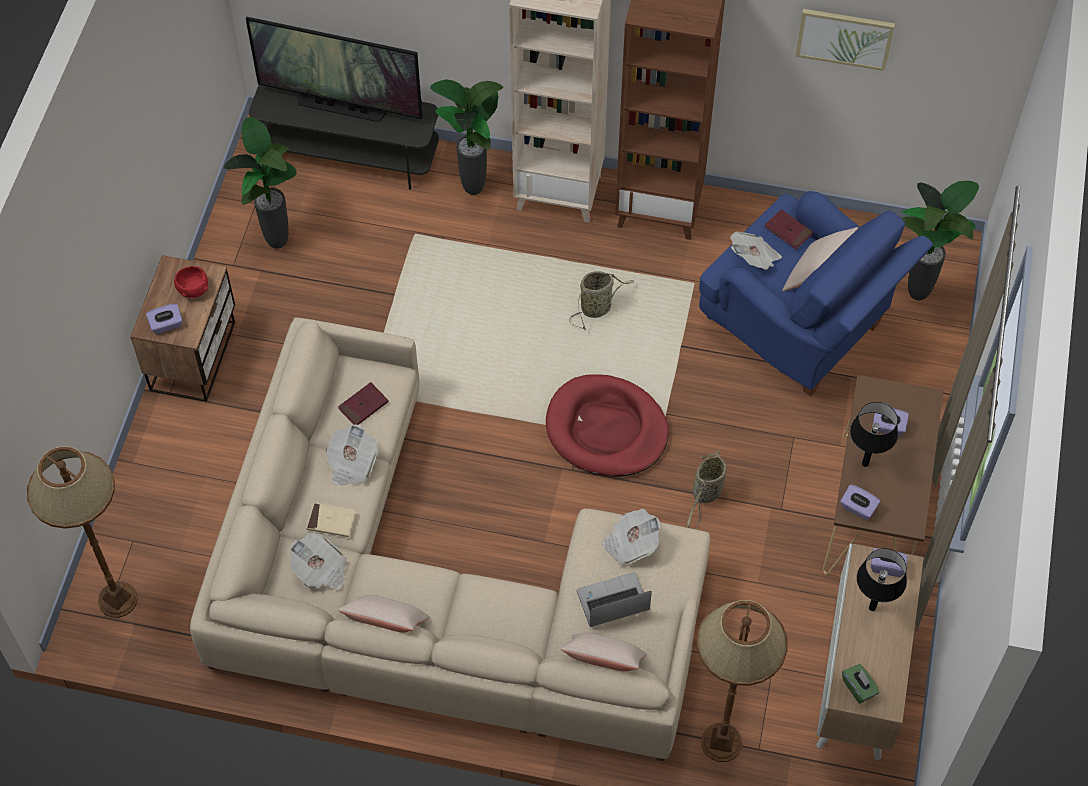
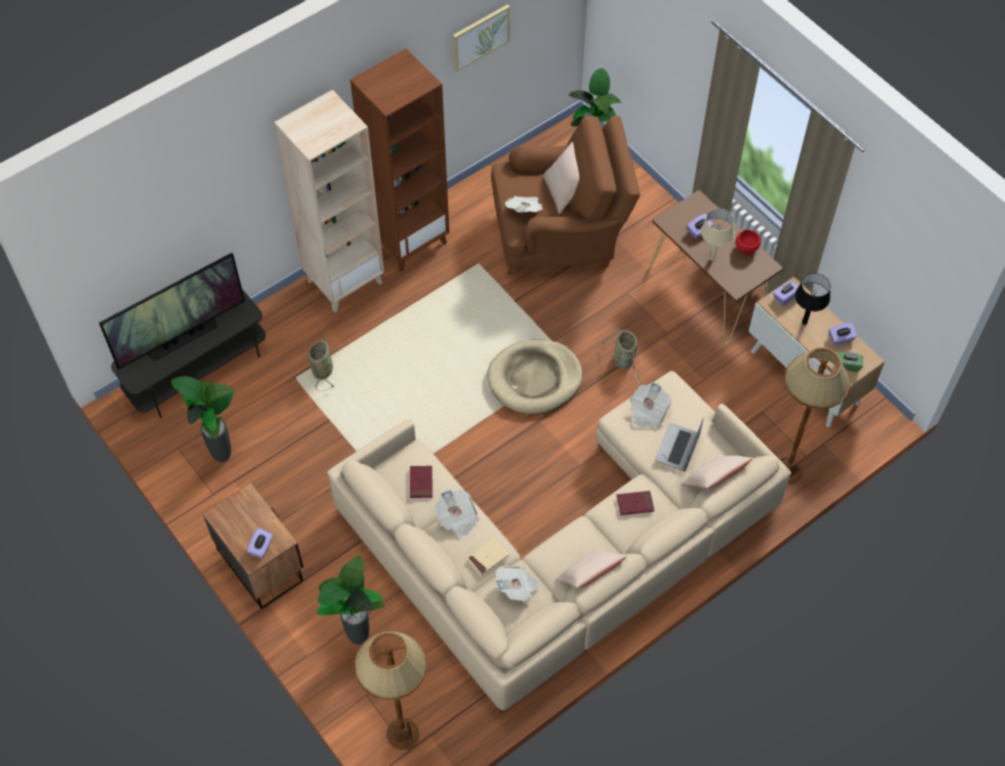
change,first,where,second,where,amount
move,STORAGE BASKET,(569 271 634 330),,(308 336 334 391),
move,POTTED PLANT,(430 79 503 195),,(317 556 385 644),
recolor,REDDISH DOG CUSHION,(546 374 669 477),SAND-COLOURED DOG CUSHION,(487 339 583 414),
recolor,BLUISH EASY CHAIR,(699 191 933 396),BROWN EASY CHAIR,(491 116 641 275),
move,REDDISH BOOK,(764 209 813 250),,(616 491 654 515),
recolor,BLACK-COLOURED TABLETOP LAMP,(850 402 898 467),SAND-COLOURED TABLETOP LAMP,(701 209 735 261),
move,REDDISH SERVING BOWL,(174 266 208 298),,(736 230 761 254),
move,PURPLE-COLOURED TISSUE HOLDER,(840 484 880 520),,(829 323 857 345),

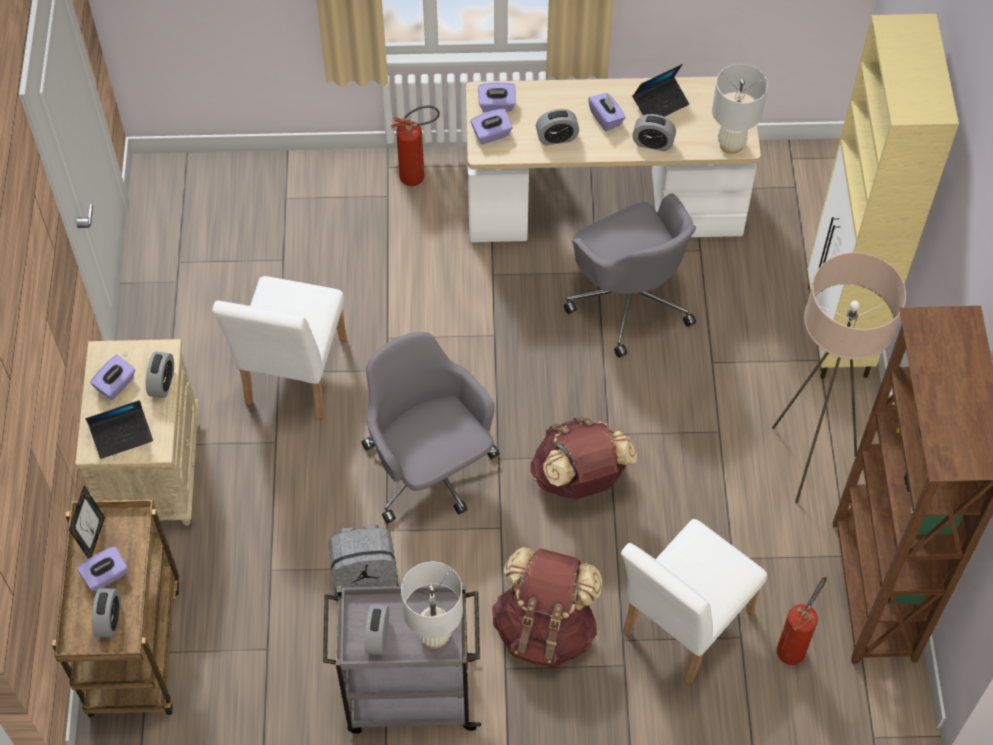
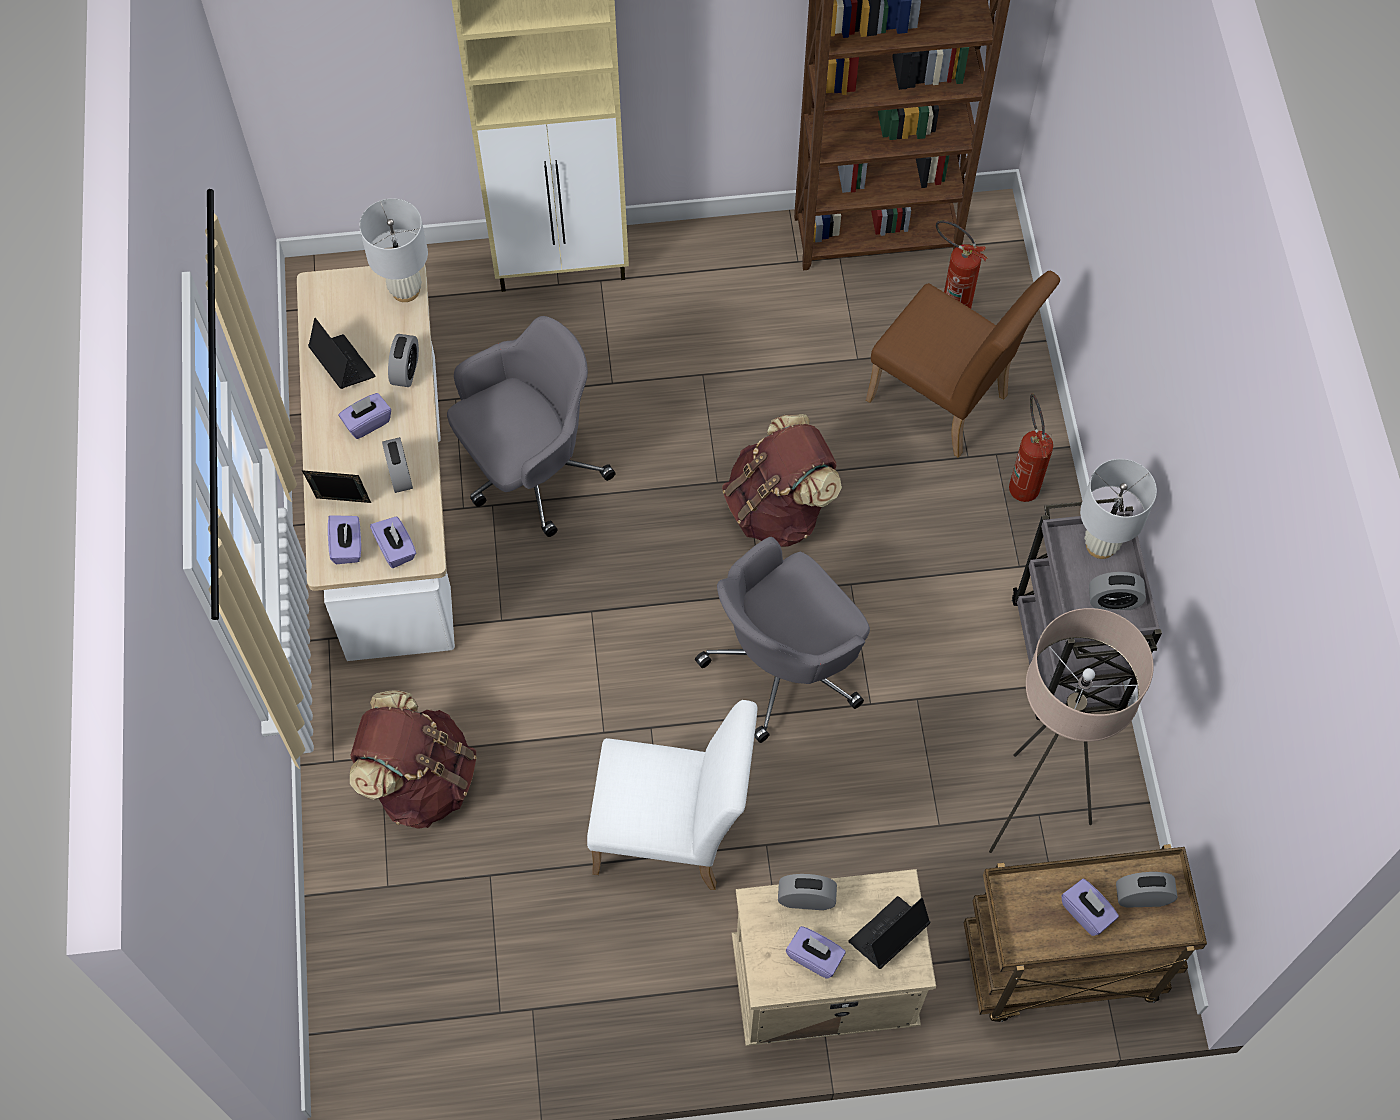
change,first,where,second,where,amount
move,PHOTO FRAME,(69 485 105 559),,(302 470 371 503),
move,BROWN KNAPSACK,(492 547 602 668),,(350 690 477 829),
rotate,NOTEBOOK COMPUTER,(86 400 153 459),,(848 896 930 969),105 degrees counterclockwise
recolor,WHITISH UPRIGHT CHAIR,(621 519 767 685),BROWN UPRIGHT CHAIR,(866 271 1060 458),
move,SAND-COLOURED FLOOR LAMP,(772 253 906 503),,(989 608 1154 853),
move,EXTINGUISHER,(391 106 440 186),,(1009 393 1053 502),
delete,GREYISH KNAPSACK,(328 525 399 603),,,

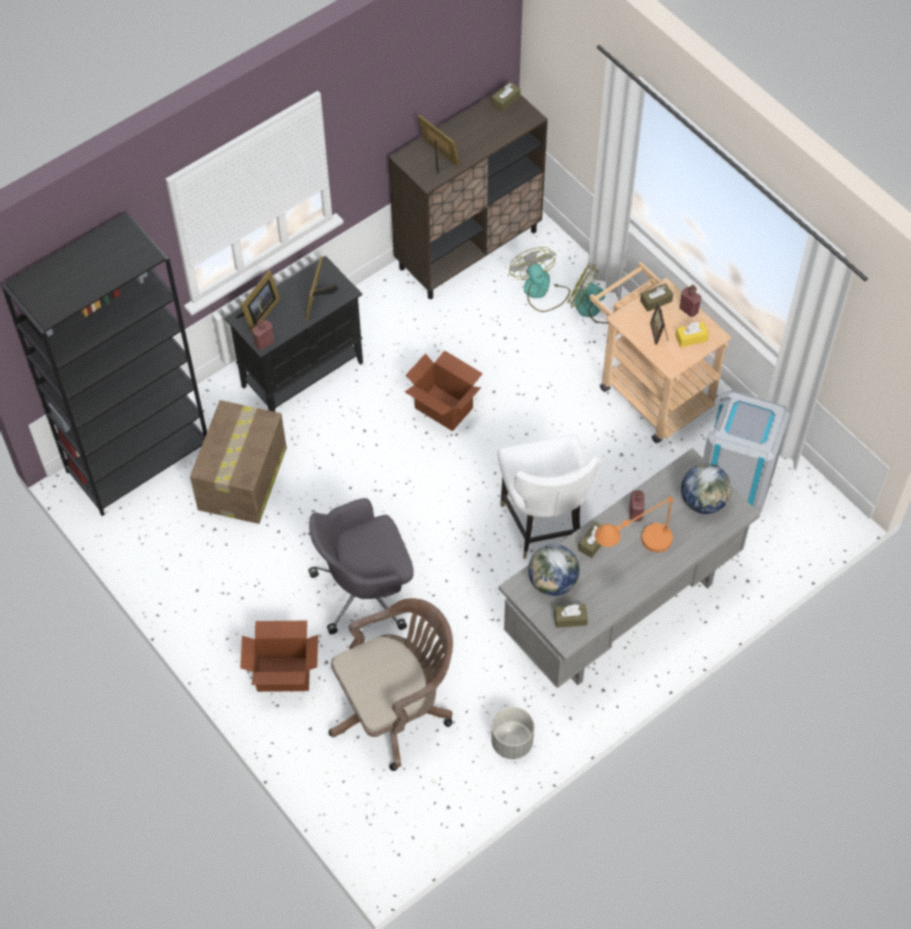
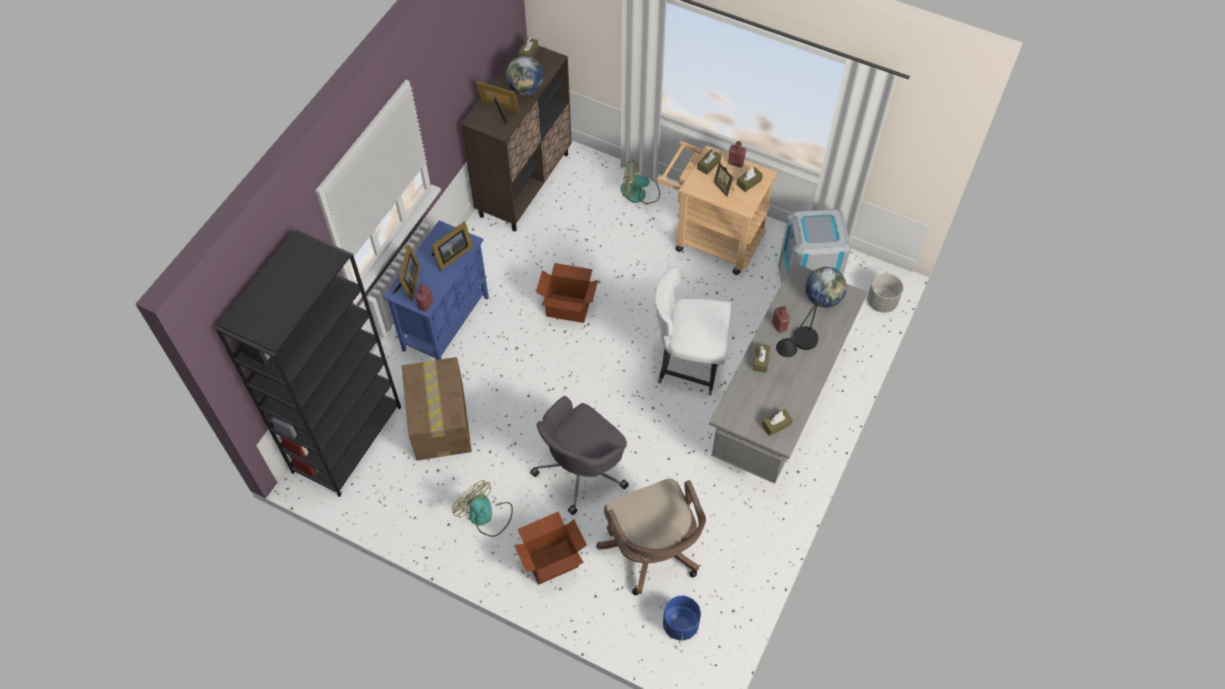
change,first,where,second,where,amount
recolor,BLACK-COLOURED CUPBOARD,(225 256 363 412),BLUISH CUPBOARD,(383 220 489 360),
rotate,PHOTO FRAME,(305 256 338 321),,(431 221 473 271),120 degrees counterclockwise
move,COOLING FAN,(509 247 570 312),,(452 480 513 537),
move,DESK GLOBE,(528 544 580 596),,(506 56 544 96),
rotate,BROWN COMPUTER CHAIR,(328 598 453 771),,(597 479 706 595),120 degrees clockwise
rotate,WHITISH UPRIGHT CHAIR,(497 434 599 559),,(655 266 731 395),135 degrees clockwise
insert,,,BLUISH PLANT POT,(663 596 701 641),
recolor,YELLOW TISSUE HOLDER,(675 322 709 347),BROWN TISSUE HOLDER,(737 167 763 192),
recolor,ORANGE TABLETOP LAMP,(595 496 674 552),BLACK-COLOURED TABLETOP LAMP,(776 300 820 357),
move,GREYISH PLANT POT,(491 707 534 759),,(867 273 903 313),

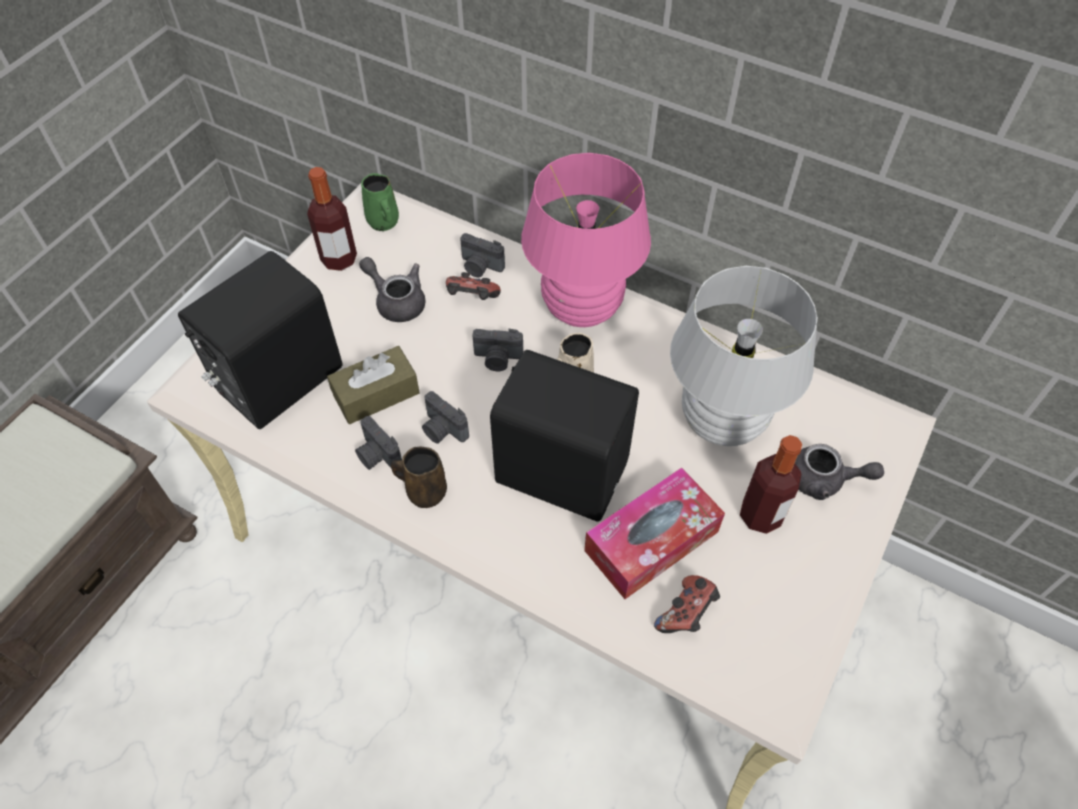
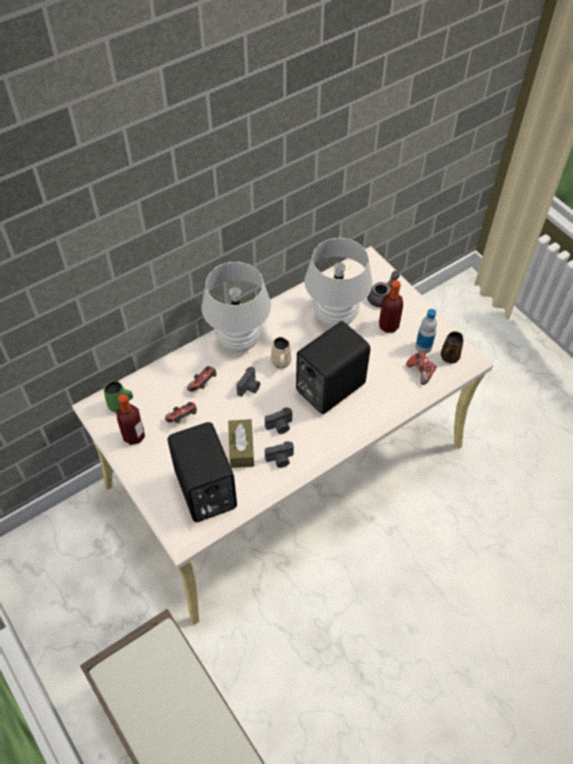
change,first,where,second,where,amount
replace,GREYISH TEAPOT,(359 257 426 322),JOYPAD,(165 402 197 423),
recolor,PINKISH TABLETOP LAMP,(521 153 651 327),WHITISH TABLETOP LAMP,(202 262 271 352),
insert,,,BOTTLE,(415 309 437 353),
move,BROWN COFFEE MUG,(391 447 447 508),,(441 331 463 363),
delete,STILL CAMERA,(460 233 505 277),,,
delete,TISSUE HOLDER,(584 467 725 599),,,

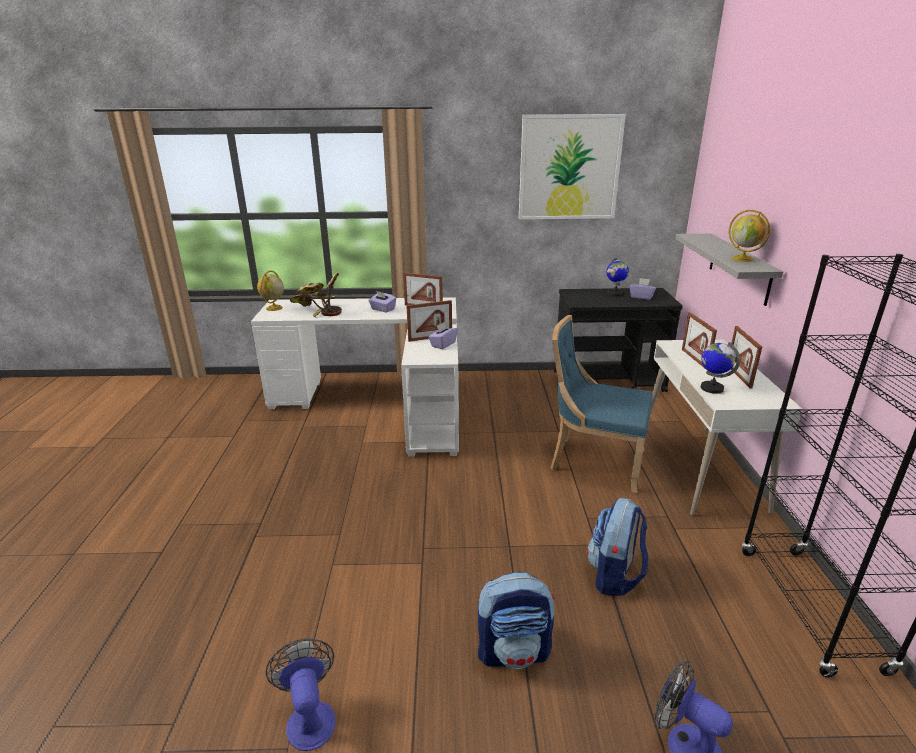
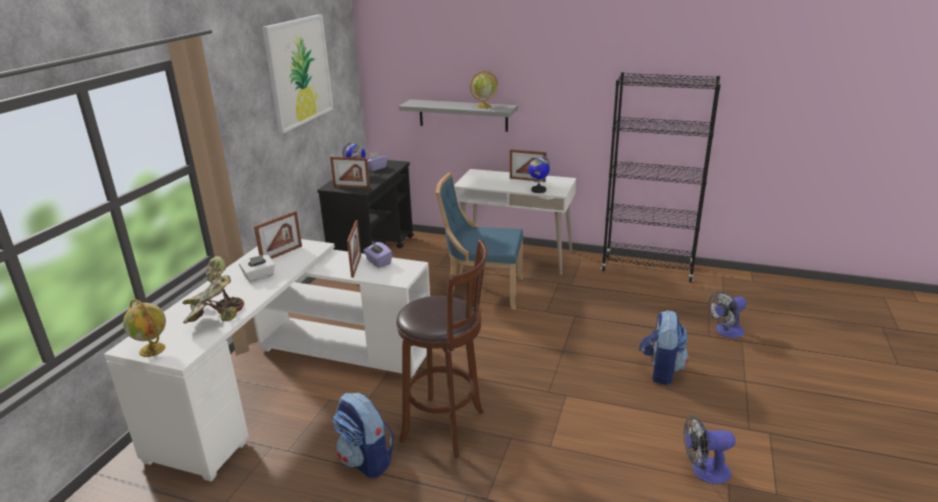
change,first,where,second,where,amount
recolor,PURPLE-COLOURED TISSUE HOLDER,(369 291 396 313),WHITISH TISSUE HOLDER,(239 255 275 282),
move,PHOTO FRAME,(682 312 717 370),,(330 157 370 189),
move,KNAPSACK,(587 498 648 596),,(333 393 394 478),
insert,,,BROWN STOOL,(396 239 487 458),
rotate,BLUISH UPRIGHT CHAIR,(551 315 653 493),,(436 173 523 310),60 degrees clockwise

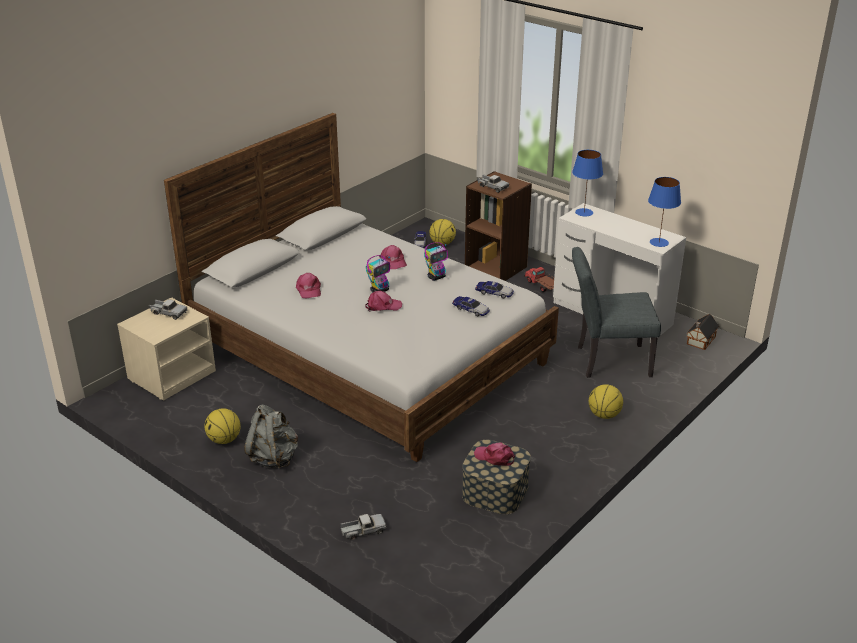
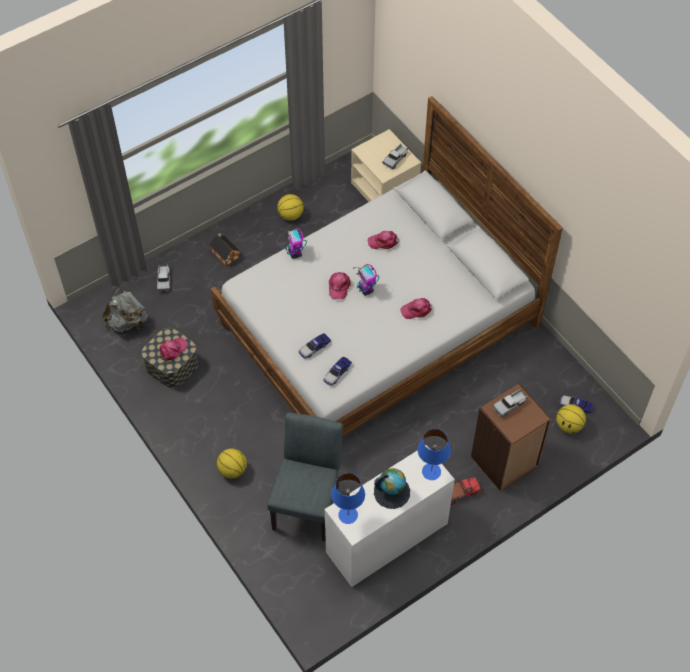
change,first,where,second,where,amount
move,GREYISH KNAPSACK,(244 404 298 469),,(103 288 148 333),
move,TOY HOUSE,(686 314 719 350),,(209 233 240 266),
move,ROBOT FIGURE,(424 242 448 281),,(281 228 307 259),
insert,,,DESK GLOBE,(374 468 410 509),

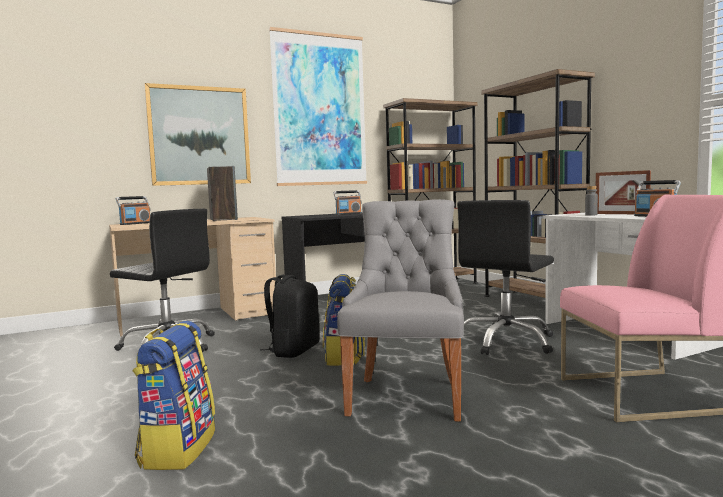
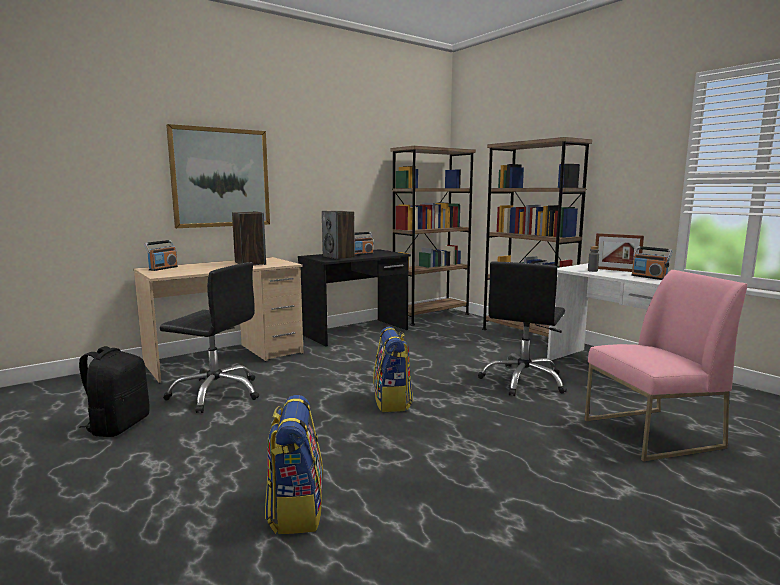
change,first,where,second,where,amount
move,BLACK-COLOURED KNAPSACK,(260 274 320 358),,(79 346 149 437),
insert,,,LOUDSPEAKER,(322 211 355 259),
delete,PICTURE,(269 27 367 186),,,
delete,GREYISH UPRIGHT CHAIR,(337 199 464 422),,,

